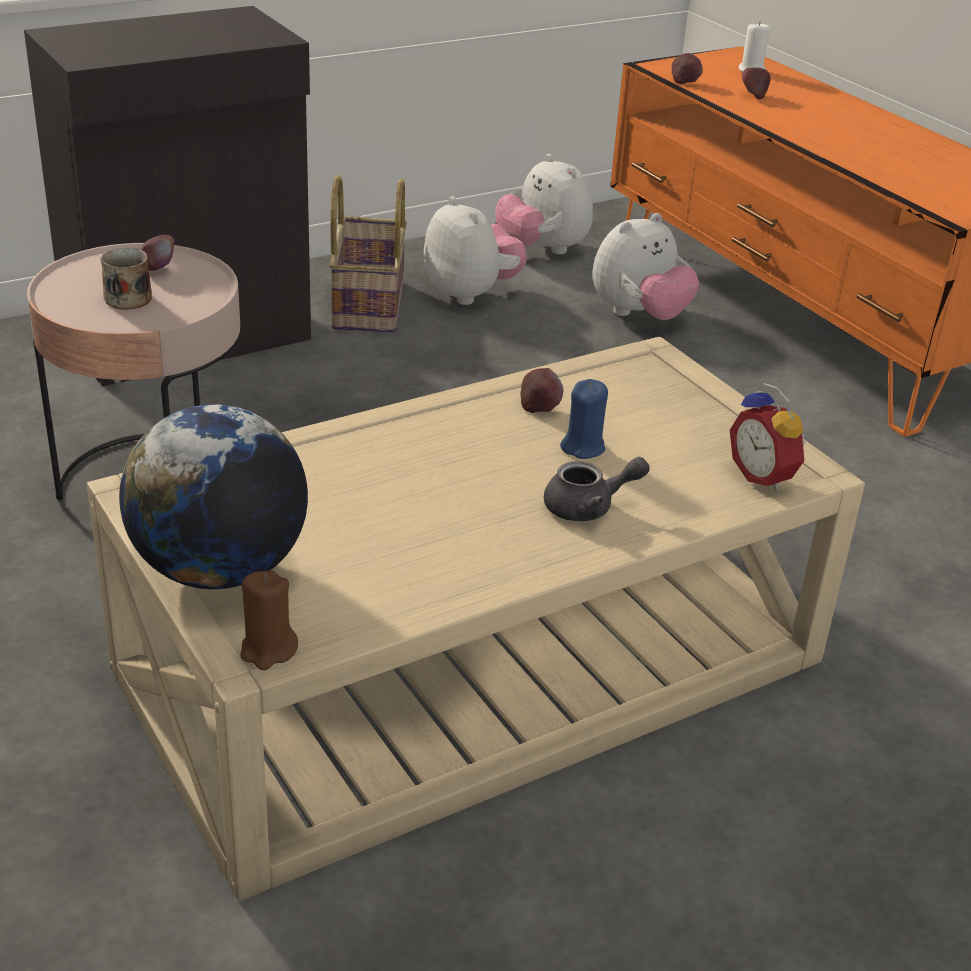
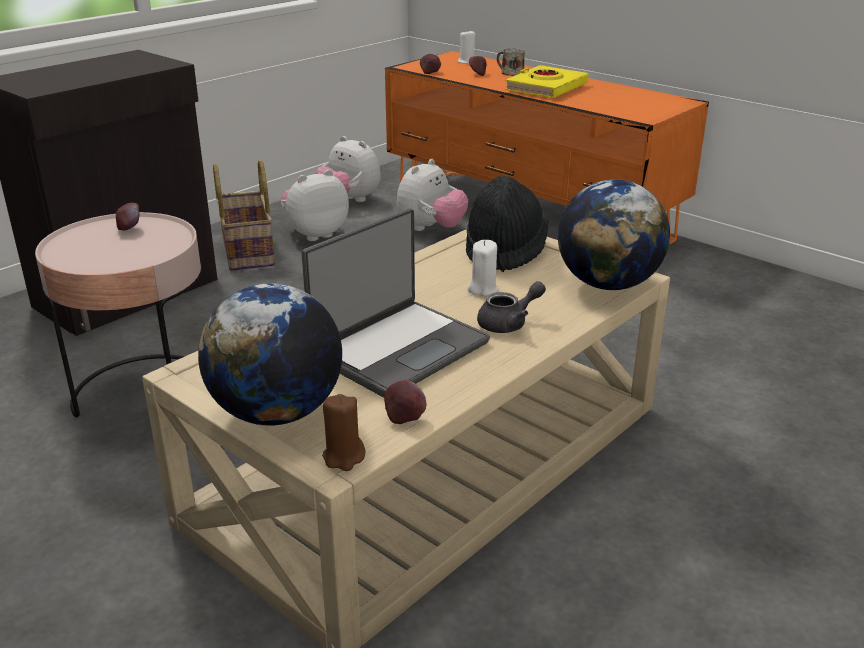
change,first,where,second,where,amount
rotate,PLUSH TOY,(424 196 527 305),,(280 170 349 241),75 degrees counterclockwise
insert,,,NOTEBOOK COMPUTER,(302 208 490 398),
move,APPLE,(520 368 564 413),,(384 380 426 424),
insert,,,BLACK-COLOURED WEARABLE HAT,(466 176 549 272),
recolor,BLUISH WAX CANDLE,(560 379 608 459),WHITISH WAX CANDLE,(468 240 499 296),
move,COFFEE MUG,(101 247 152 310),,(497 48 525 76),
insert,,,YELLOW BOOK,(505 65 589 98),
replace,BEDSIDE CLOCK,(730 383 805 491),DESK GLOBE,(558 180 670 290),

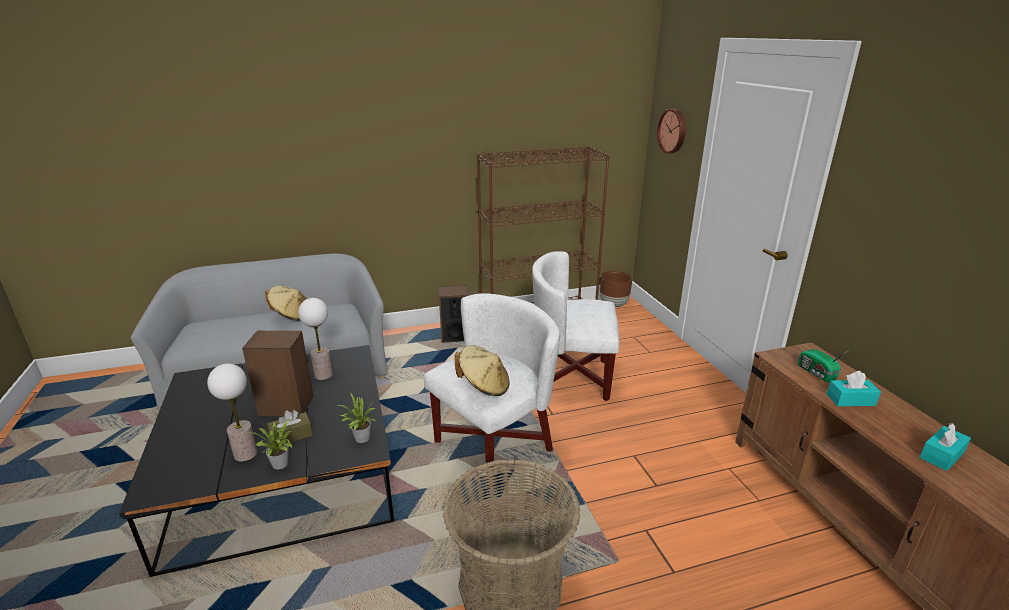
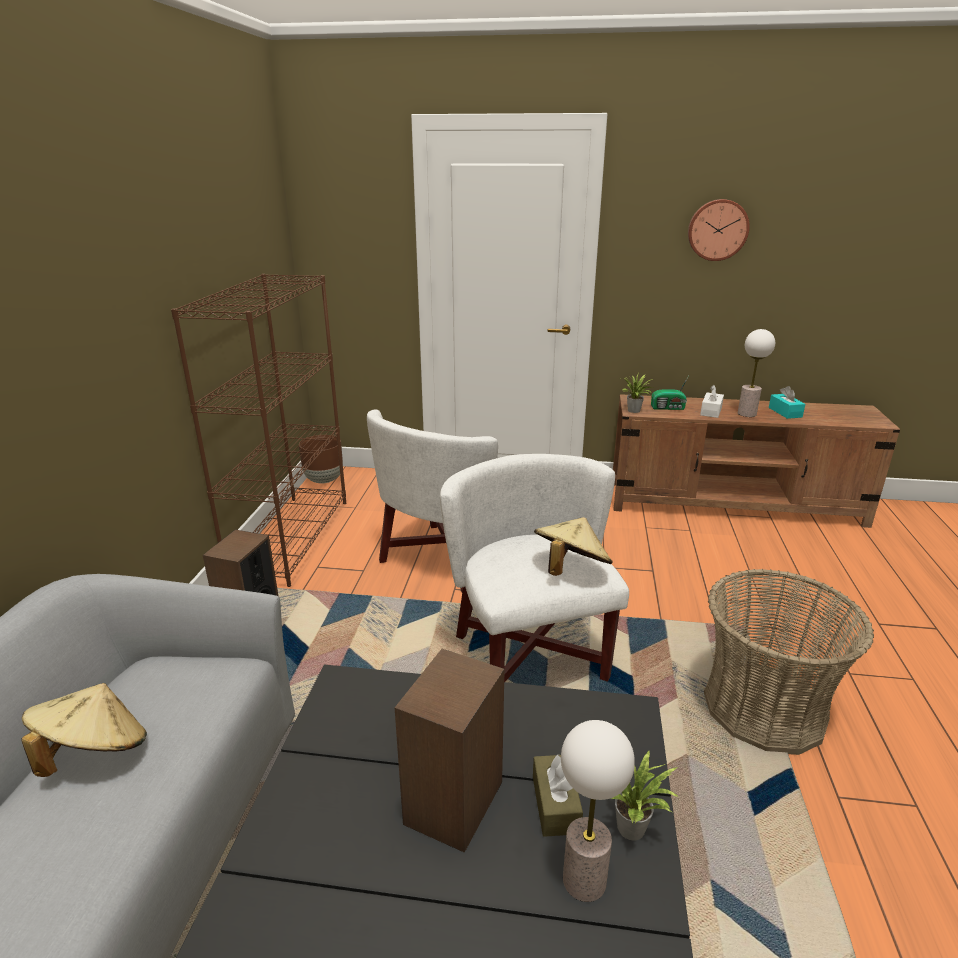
change,first,where,second,where,amount
move,POTTED PLANT,(338 394 376 443),,(621 374 653 413),
move,HANGING CLOCK,(657 109 686 153),,(688 199 750 261),
recolor,BLUE-GREEN TISSUE HOLDER,(827 371 881 406),WHITISH TISSUE HOLDER,(700 385 724 418),
move,TABLETOP LAMP,(298 298 333 380),,(738 329 775 417),

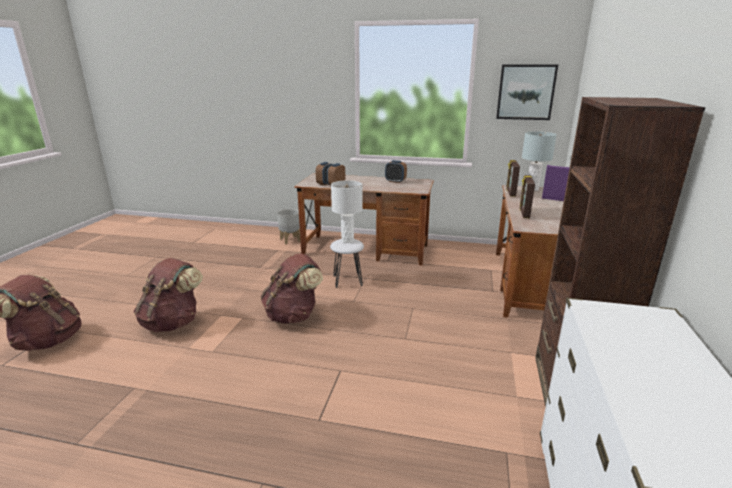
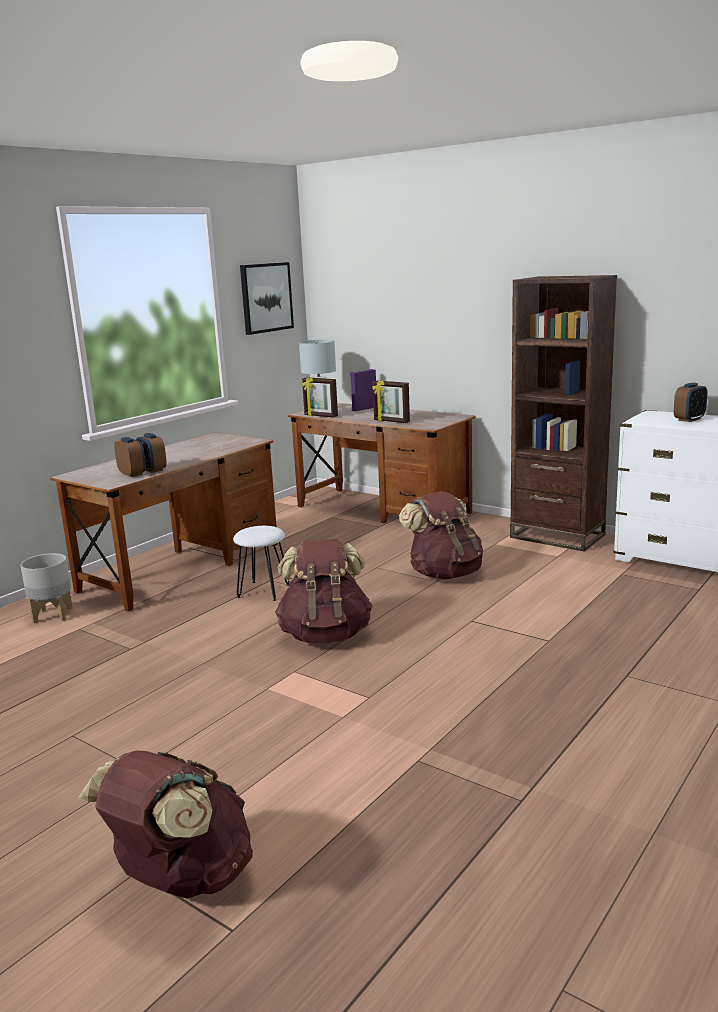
change,first,where,second,where,amount
move,BROWN KNAPSACK,(133 258 203 332),,(399 491 483 579),
move,BEDSIDE CLOCK,(385 160 407 183),,(674 383 707 422),
delete,WHITISH TABLETOP LAMP,(331 180 363 243),,,

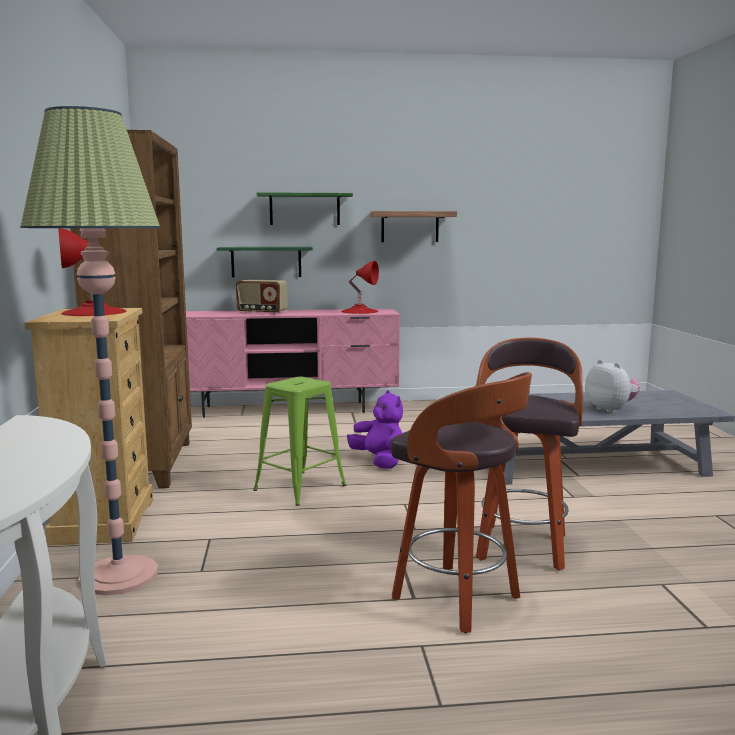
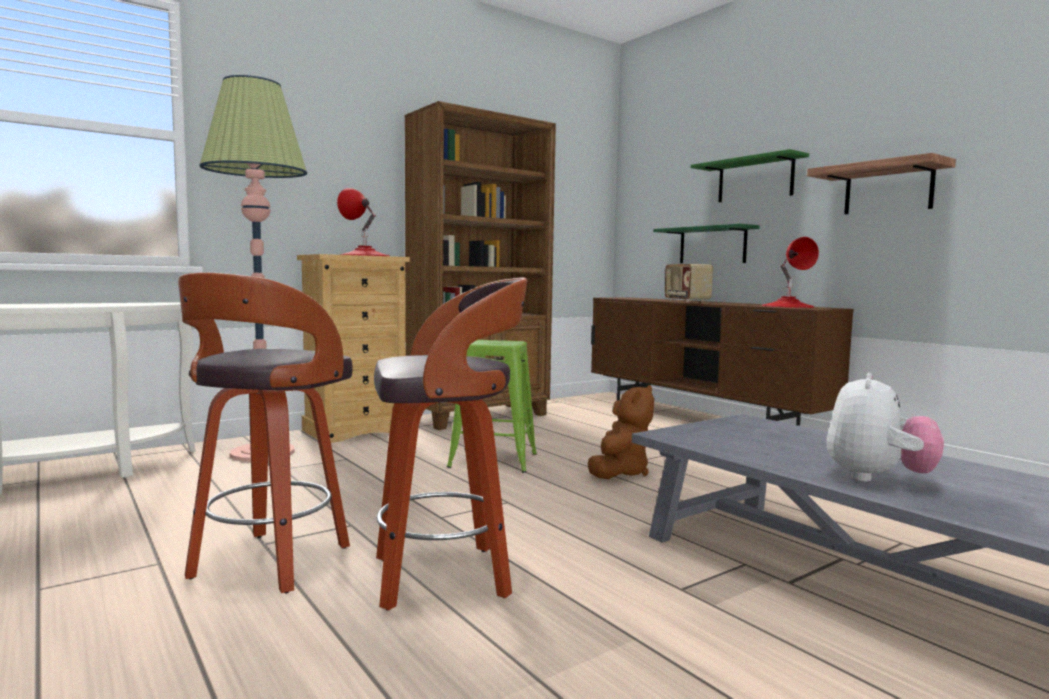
change,first,where,second,where,amount
recolor,PURPLE-COLOURED PLUSH TOY,(347 390 403 469),BROWN PLUSH TOY,(588 385 654 479),
recolor,PINKISH MEDIA CONSOLE,(186 309 400 418),BROWN MEDIA CONSOLE,(591 297 854 426),

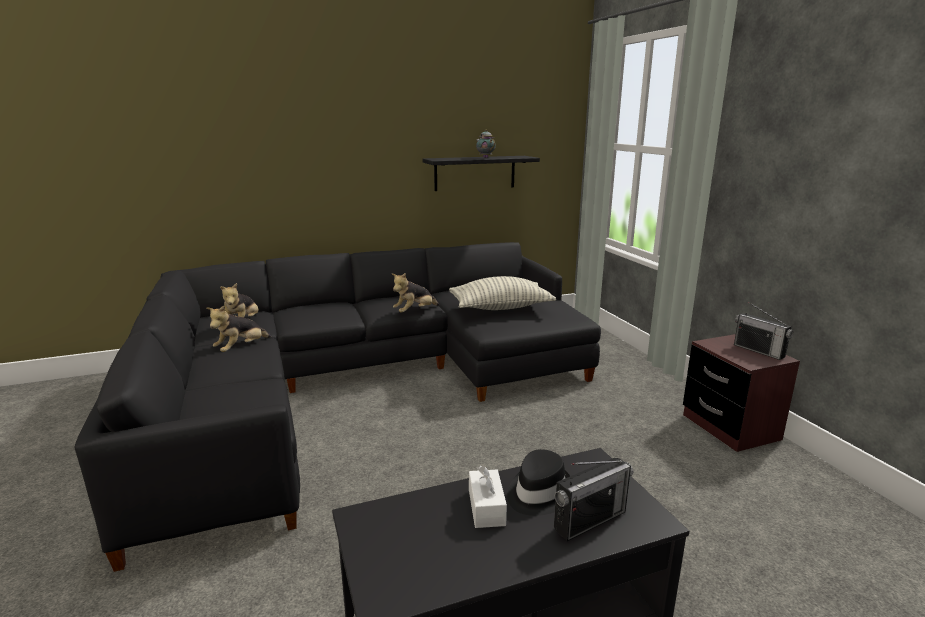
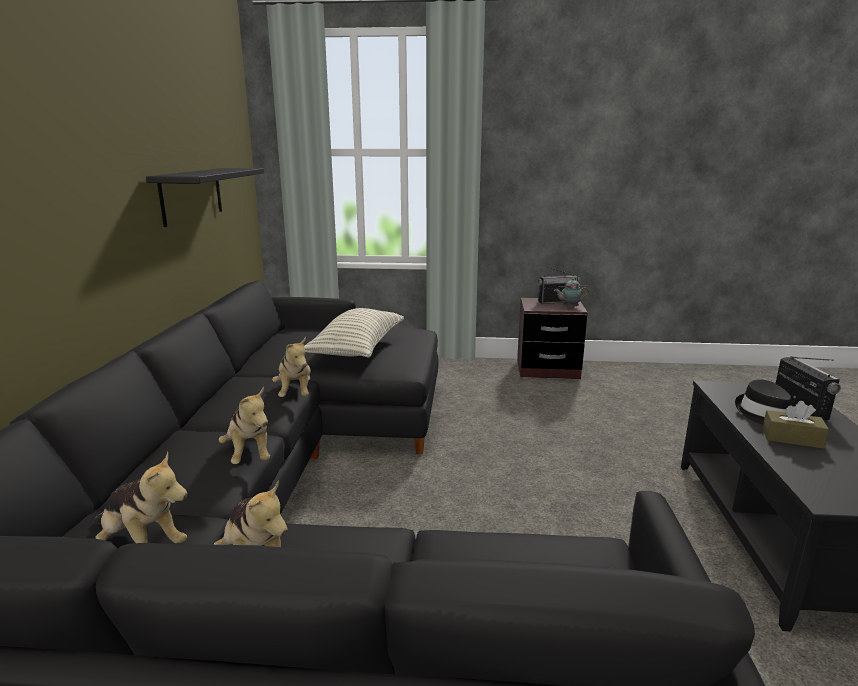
change,first,where,second,where,amount
insert,,,PLUSH TOY,(219 387 270 464),
move,TEAPOT,(476 129 496 158),,(554 278 589 308),
recolor,WHITISH TISSUE HOLDER,(469 466 507 528),BROWN TISSUE HOLDER,(762 401 829 449),

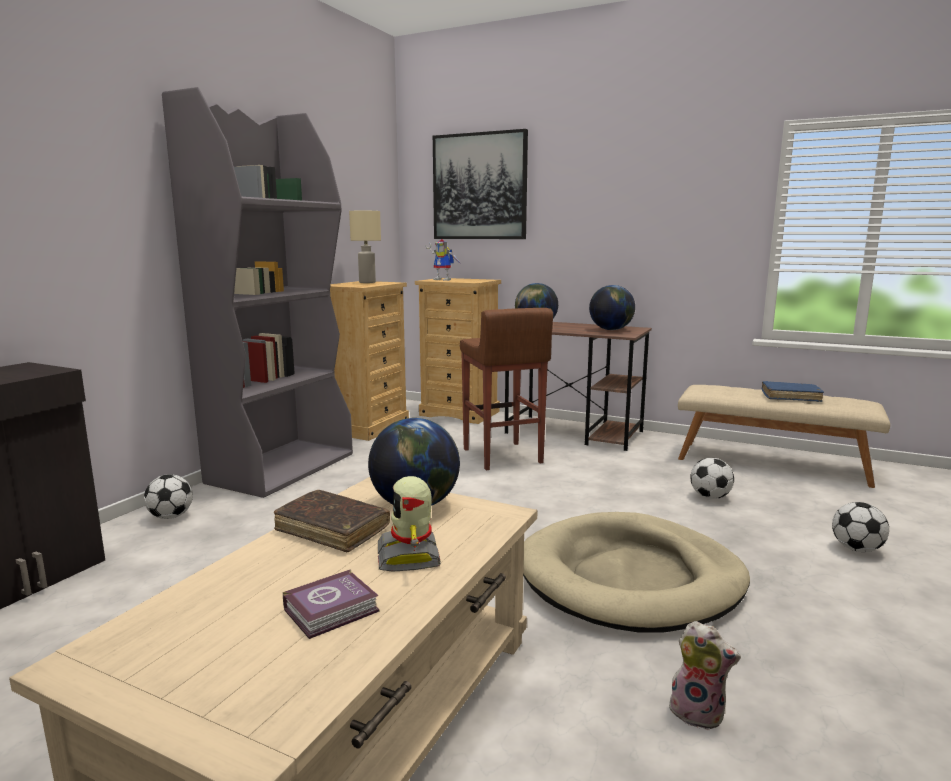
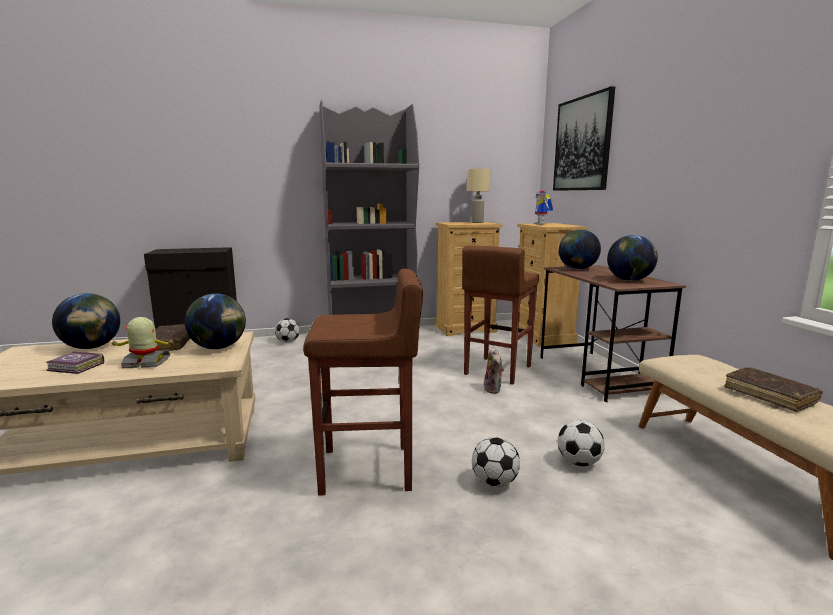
change,first,where,second,where,amount
insert,,,DESK GLOBE,(52 293 120 349),
rotate,ROBOT FIGURE,(378 476 441 572),,(109 317 176 368),45 degrees clockwise
replace,SAND-COLOURED DOG CUSHION,(523 512 750 633),BROWN STOOL,(303 268 423 496),
move,FOOTBALL,(832 502 889 552),,(472 437 520 487),
move,PLUSH TOY,(669 621 741 730),,(484 347 504 394),
recolor,BLUISH BOOK,(762 381 824 402),BROWN BOOK,(724 367 823 412),

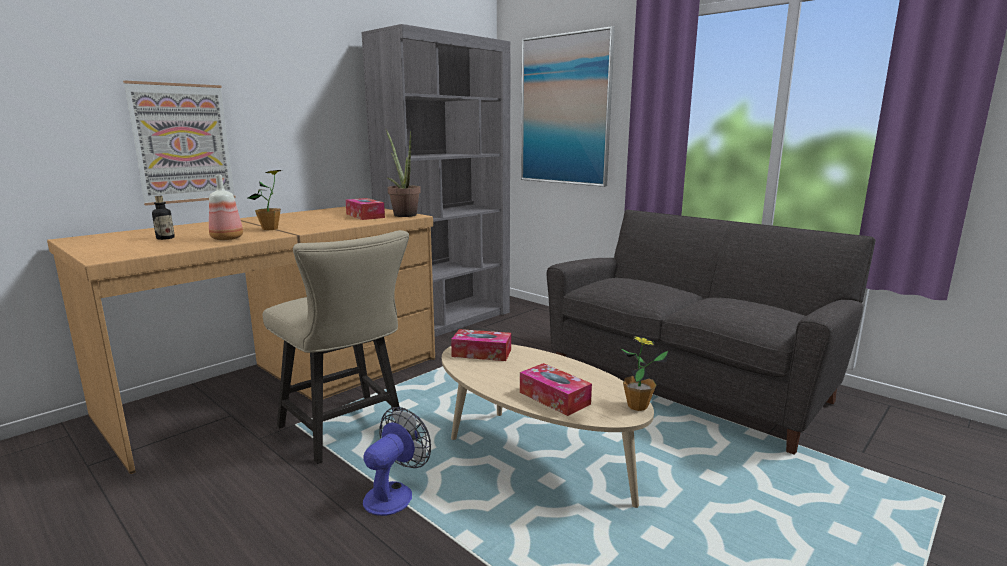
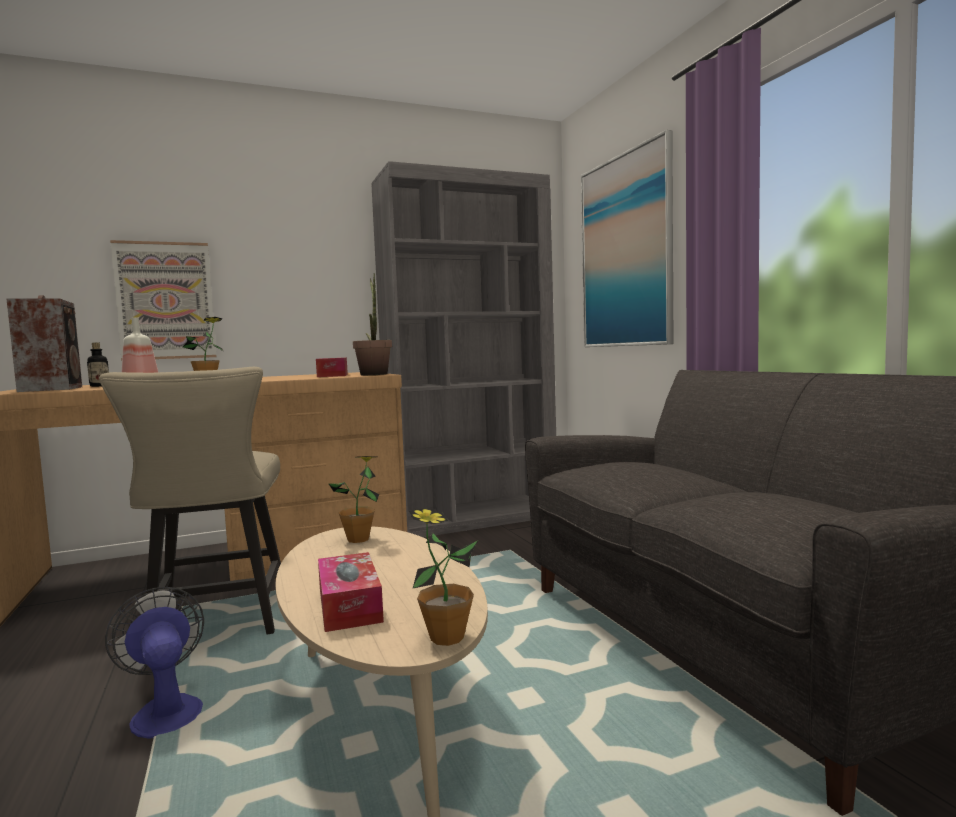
change,first,where,second,where,amount
insert,,,LOUDSPEAKER,(6 295 82 392),
rotate,COOLING FAN,(363 407 431 516),,(105 587 204 739),90 degrees counterclockwise
replace,TISSUE HOLDER,(451 329 511 361),POTTED PLANT,(328 456 379 543),

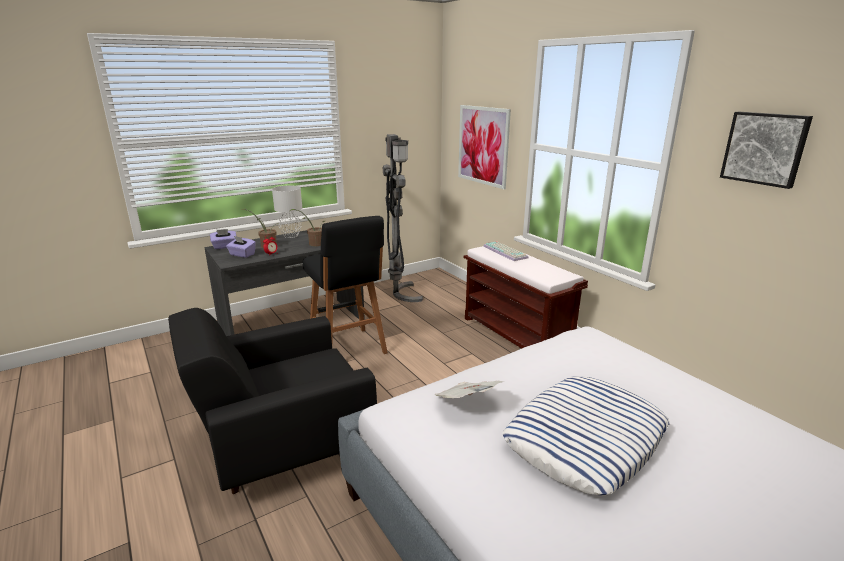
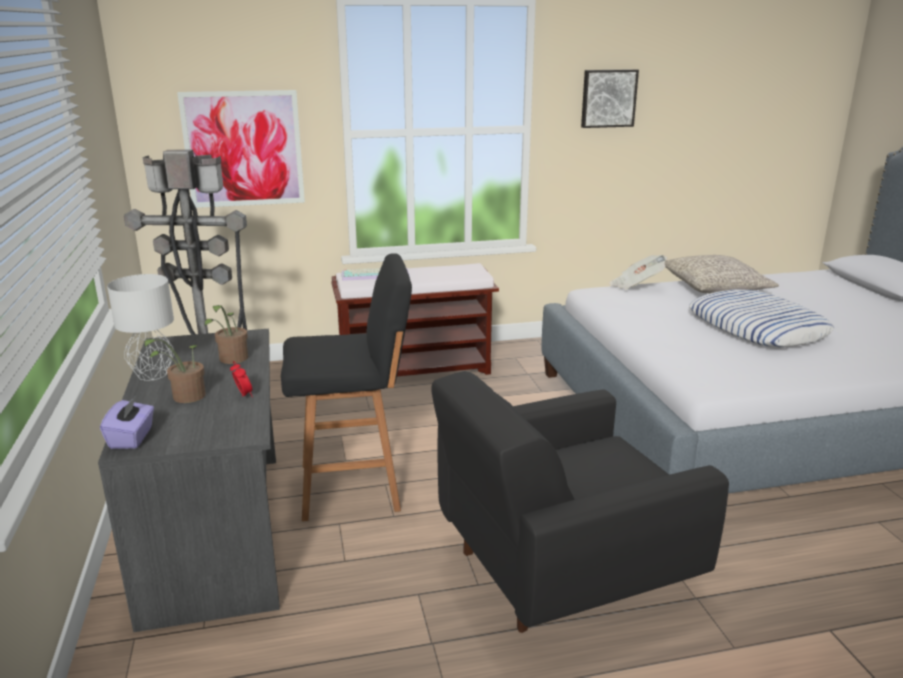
change,first,where,second,where,amount
rotate,BLACK-COLOURED EASY CHAIR,(168 308 377 494),,(432 371 729 633),75 degrees clockwise
move,NEWSPAPER,(434 381 504 398),,(609 255 668 290),
insert,,,GREYISH THROW PILLOW,(665 255 779 293),
delete,PURPLE-COLOURED TISSUE HOLDER,(226 236 256 258),,,

